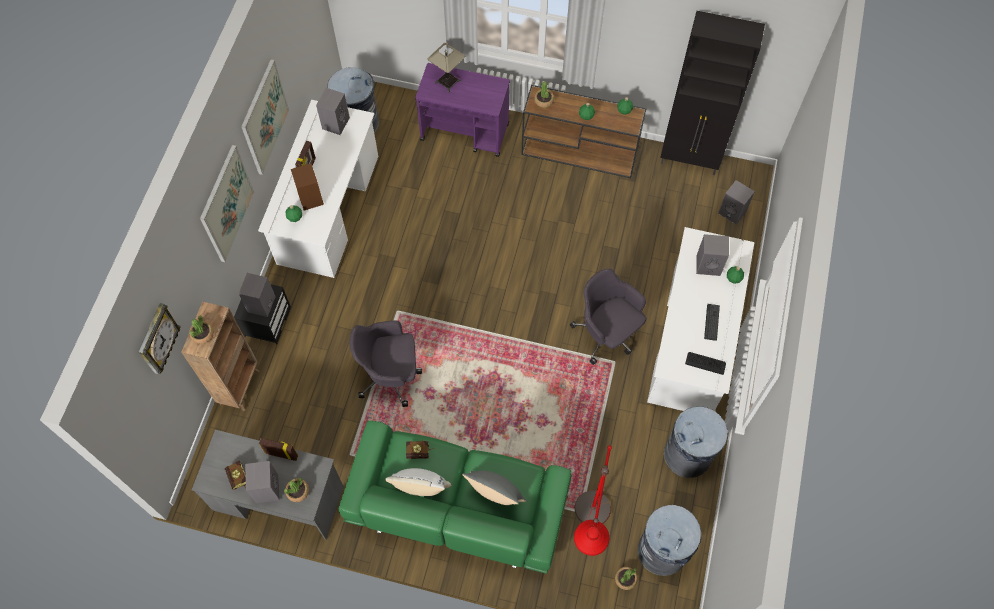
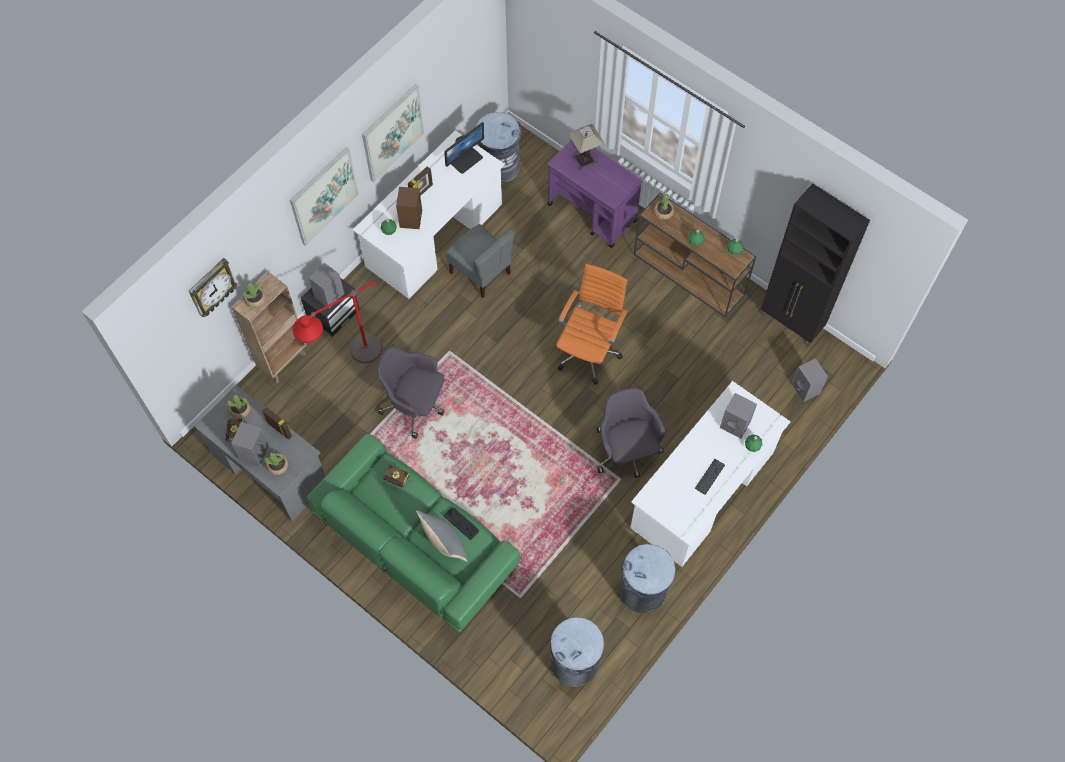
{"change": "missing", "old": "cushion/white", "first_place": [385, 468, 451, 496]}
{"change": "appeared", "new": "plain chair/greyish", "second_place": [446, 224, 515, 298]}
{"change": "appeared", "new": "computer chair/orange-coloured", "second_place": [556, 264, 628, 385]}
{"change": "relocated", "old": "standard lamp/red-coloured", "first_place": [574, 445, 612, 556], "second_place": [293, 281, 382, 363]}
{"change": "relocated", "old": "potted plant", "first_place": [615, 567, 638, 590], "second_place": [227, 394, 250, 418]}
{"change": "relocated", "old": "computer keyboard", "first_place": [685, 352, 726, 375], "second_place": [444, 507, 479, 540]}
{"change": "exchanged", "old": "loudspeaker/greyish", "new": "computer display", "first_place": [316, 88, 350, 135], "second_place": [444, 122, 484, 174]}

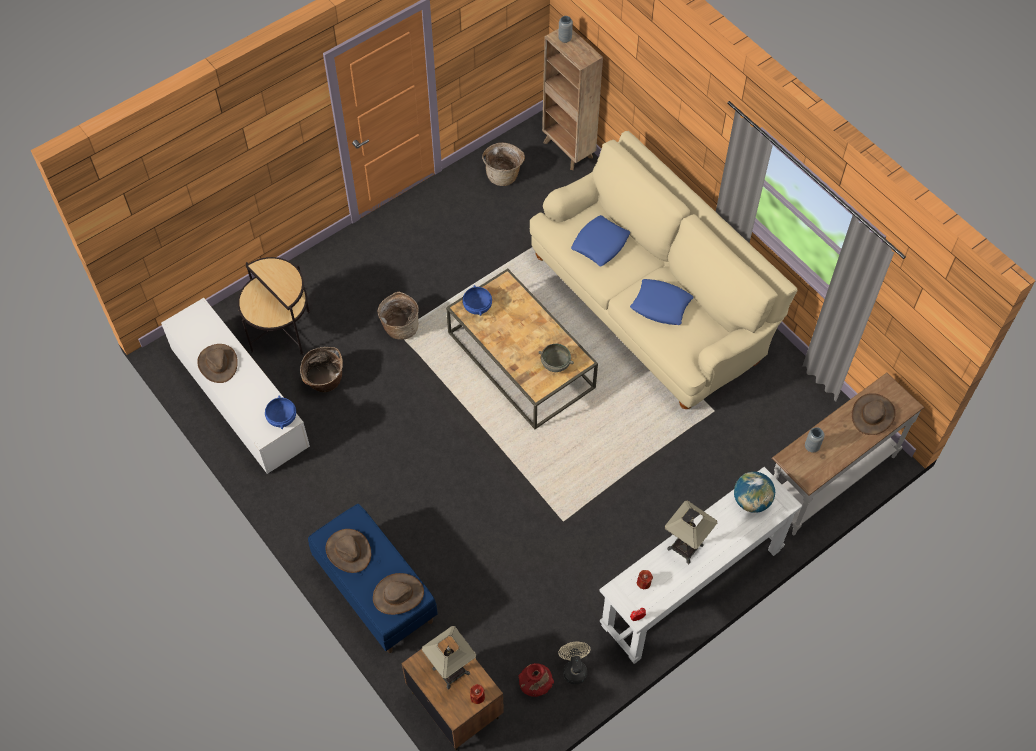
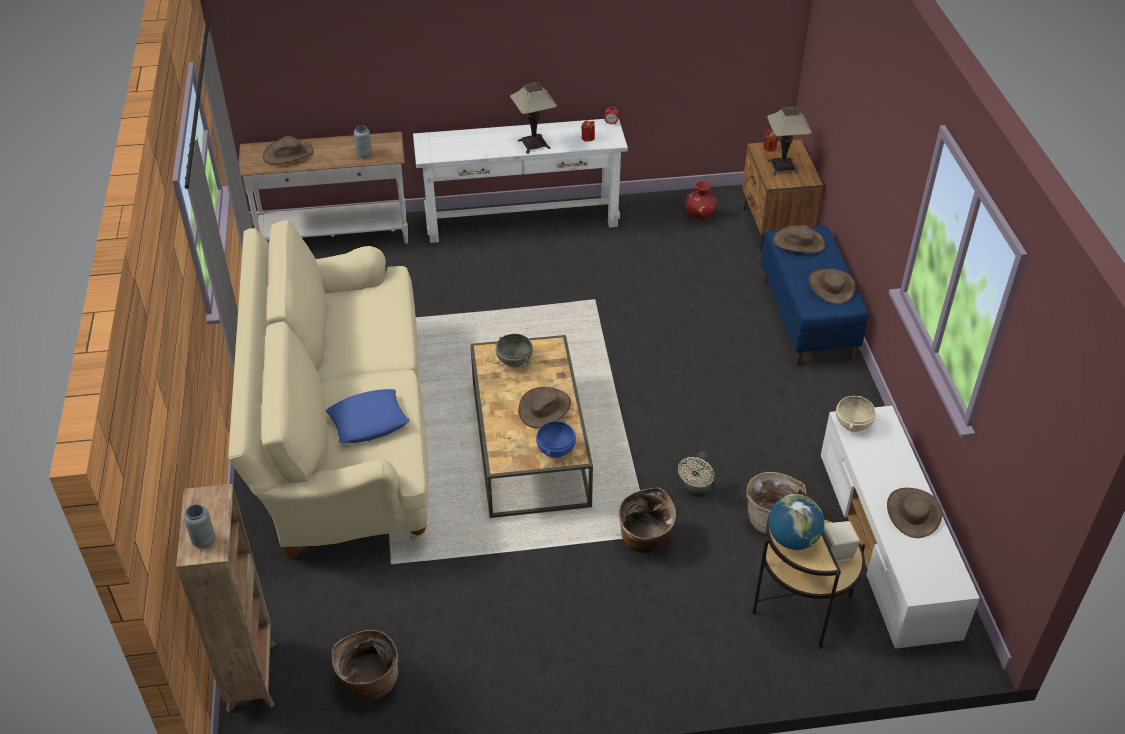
{"change": "missing", "old": "cushion/bluish", "first_place": [630, 279, 693, 325]}
{"change": "appeared", "new": "clothing hat/brown-coloured", "second_place": [518, 387, 571, 428]}
{"change": "appeared", "new": "loudspeaker/beige", "second_place": [823, 521, 860, 563]}
{"change": "relocated", "old": "cooling fan/beige", "first_place": [558, 642, 590, 684], "second_place": [678, 451, 714, 497]}
{"change": "relocated", "old": "desk globe", "first_place": [734, 472, 775, 513], "second_place": [769, 494, 824, 550]}
{"change": "colour", "old": "serving bowl/bluish", "new": "serving bowl/beige", "first_place": [265, 395, 296, 429], "second_place": [836, 396, 876, 432]}

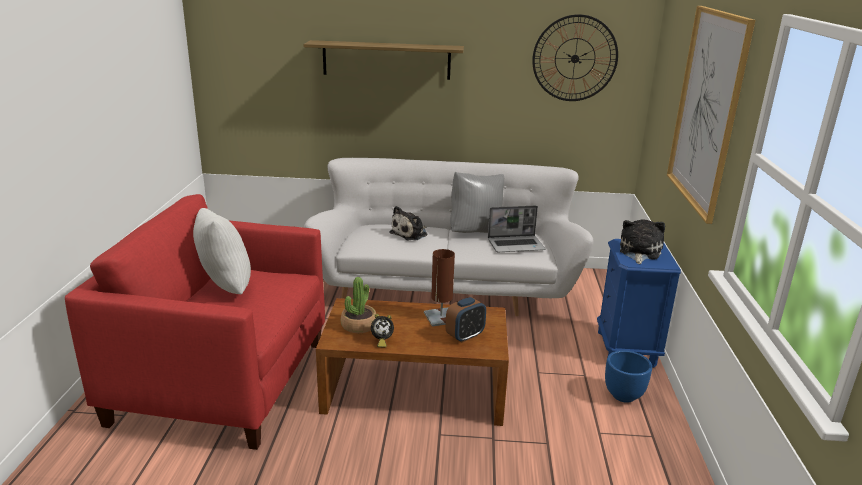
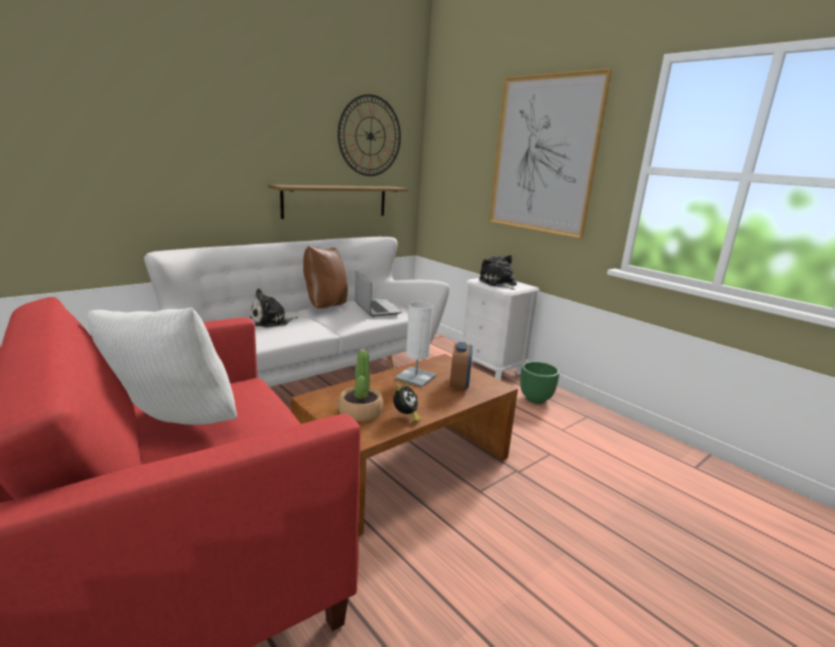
{"change": "relocated", "old": "wall shelf", "first_place": [303, 40, 464, 80], "second_place": [268, 185, 408, 219]}
{"change": "colour", "old": "lamp for a table/brown-coloured", "new": "lamp for a table/white", "first_place": [424, 249, 455, 326], "second_place": [395, 301, 436, 387]}
{"change": "colour", "old": "cushion/greyish", "new": "cushion/brown-coloured", "first_place": [450, 172, 504, 233], "second_place": [303, 246, 348, 308]}
{"change": "colour", "old": "bedside table/bluish", "new": "bedside table/white", "first_place": [597, 239, 681, 368], "second_place": [463, 278, 540, 380]}
{"change": "colour", "old": "flower pot/bluish", "new": "flower pot/green", "first_place": [605, 350, 652, 403], "second_place": [520, 361, 560, 404]}
{"change": "spun", "old": "soft toy", "first_place": [389, 206, 427, 241], "second_place": [250, 288, 298, 327], "degrees": 60}
{"change": "spun", "old": "portable computer", "first_place": [488, 205, 545, 252], "second_place": [355, 271, 402, 317], "degrees": -60}

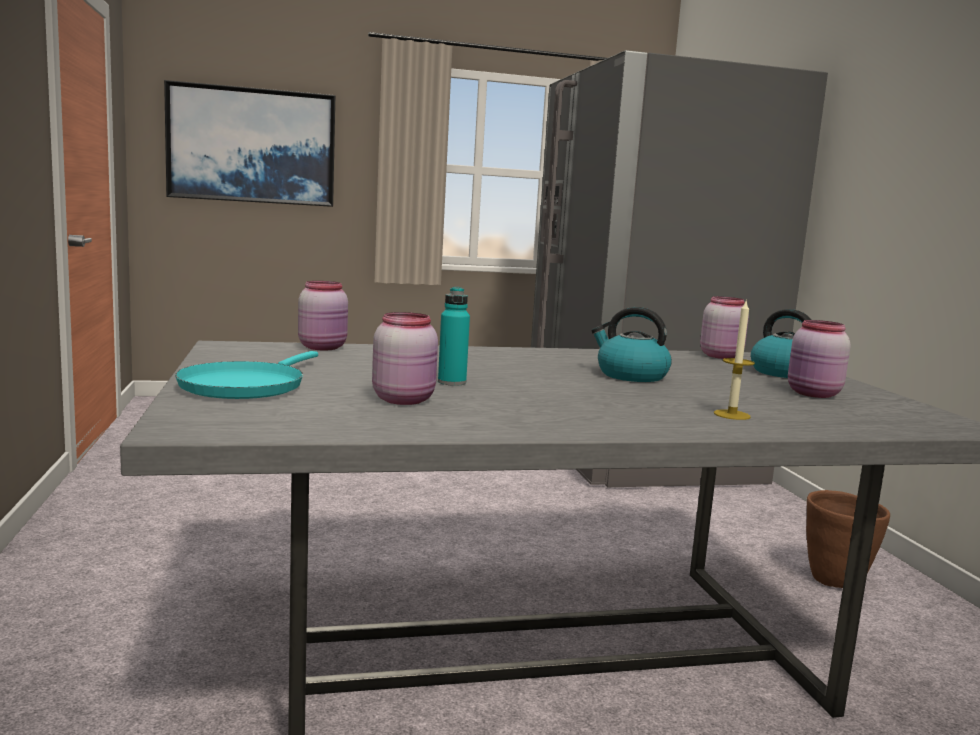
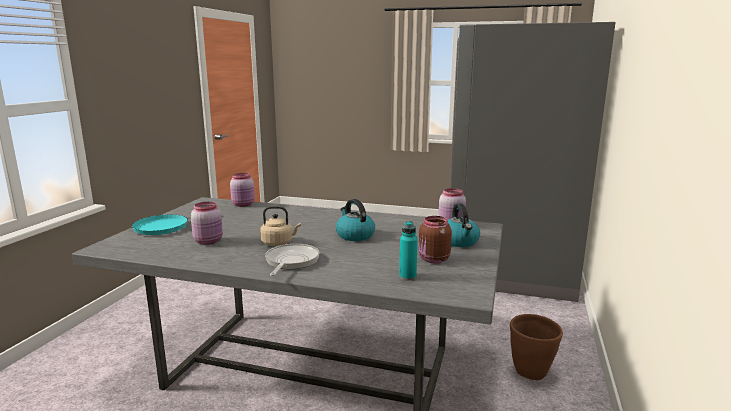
{"change": "missing", "old": "wall art", "first_place": [164, 80, 336, 207]}
{"change": "missing", "old": "wax candle", "first_place": [714, 299, 755, 420]}
{"change": "appeared", "new": "kettle/beige", "second_place": [260, 206, 301, 246]}
{"change": "appeared", "new": "pan", "second_place": [265, 244, 320, 276]}
{"change": "relocated", "old": "beverage bottle/turquoise", "first_place": [438, 287, 470, 386], "second_place": [399, 221, 418, 280]}
{"change": "colour", "old": "storage jar/pink", "new": "storage jar/brown-coloured", "first_place": [788, 320, 850, 398], "second_place": [419, 216, 452, 263]}

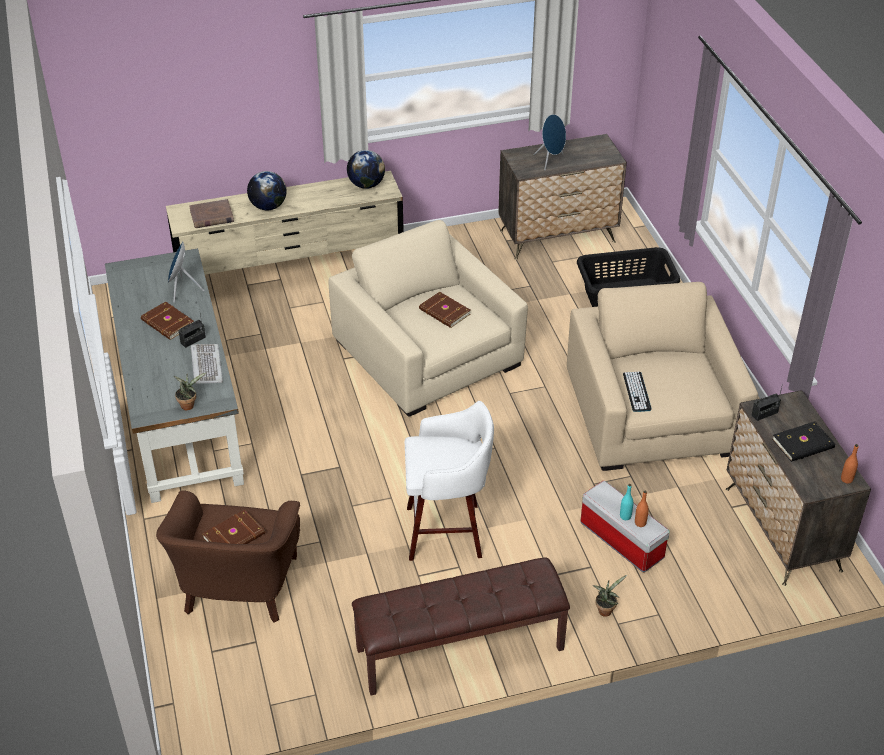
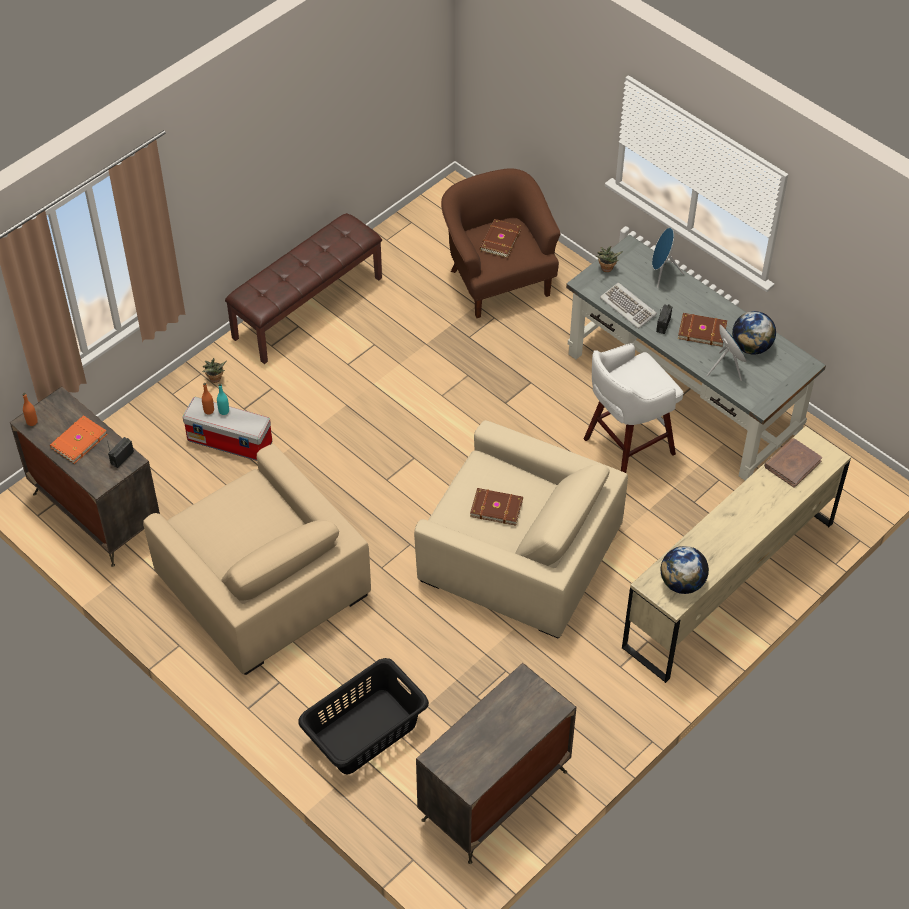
{"change": "missing", "old": "computer keyboard", "first_place": [623, 372, 652, 412]}
{"change": "relocated", "old": "desk globe", "first_place": [247, 171, 287, 210], "second_place": [732, 311, 776, 354]}
{"change": "relocated", "old": "sitting stool/white", "first_place": [405, 401, 494, 561], "second_place": [584, 343, 683, 473]}
{"change": "relocated", "old": "loudspeaker/bluish", "first_place": [533, 114, 566, 170], "second_place": [652, 227, 685, 288]}
{"change": "colour", "old": "volume/blackish", "new": "volume/orange-coloured", "first_place": [772, 421, 835, 462], "second_place": [50, 415, 107, 464]}

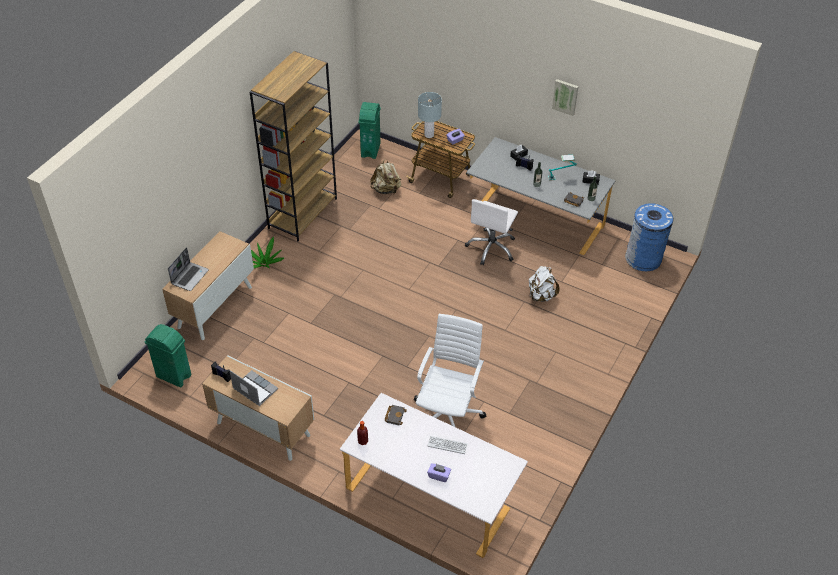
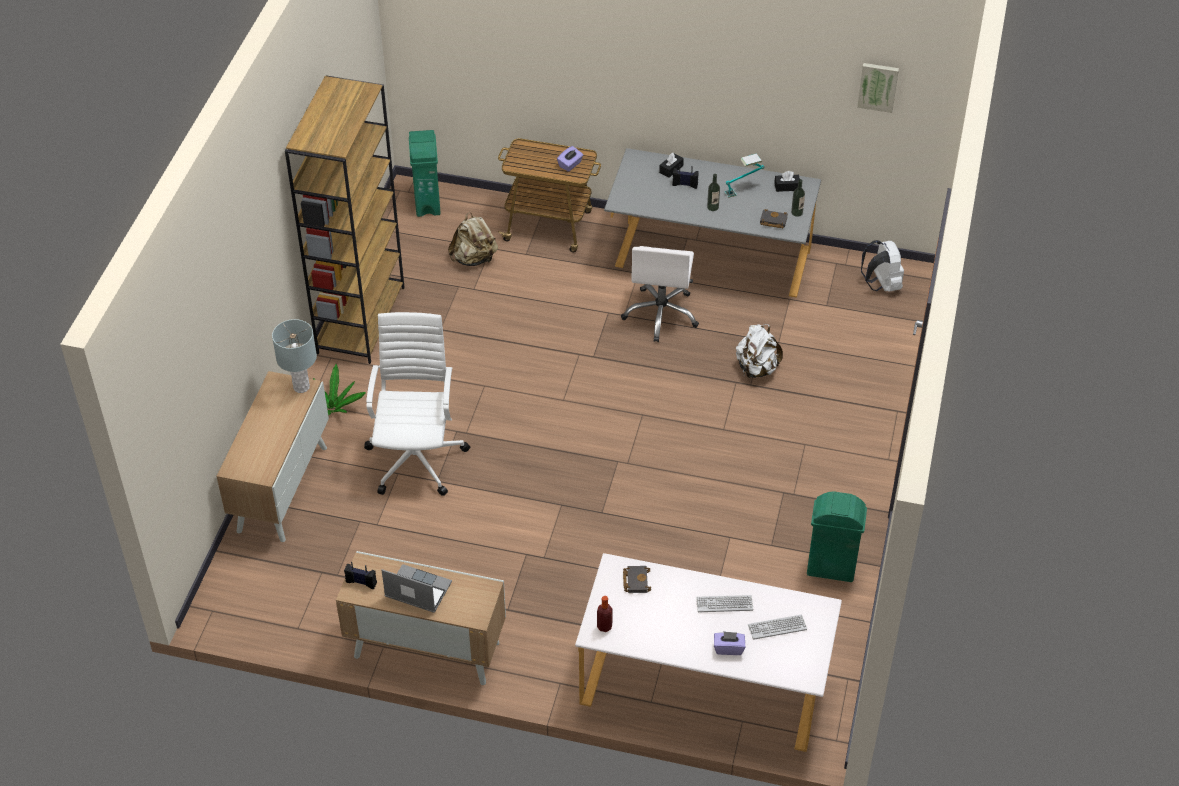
{"change": "missing", "old": "portable computer", "first_place": [168, 247, 209, 291]}
{"change": "appeared", "new": "computer keyboard", "second_place": [748, 615, 807, 640]}
{"change": "relocated", "old": "rubbish bin/green", "first_place": [145, 324, 191, 387], "second_place": [807, 491, 867, 582]}
{"change": "relocated", "old": "computer chair/white", "first_place": [414, 314, 487, 427], "second_place": [364, 312, 470, 496]}
{"change": "relocated", "old": "lamp for a table/greyish", "first_place": [418, 92, 442, 138], "second_place": [272, 319, 317, 393]}
{"change": "relocated", "old": "wall art", "first_place": [552, 79, 578, 116], "second_place": [857, 63, 899, 113]}
{"change": "exchanged", "old": "rubbish bin/bluish", "new": "backpack/white", "first_place": [625, 203, 673, 271], "second_place": [861, 240, 904, 292]}

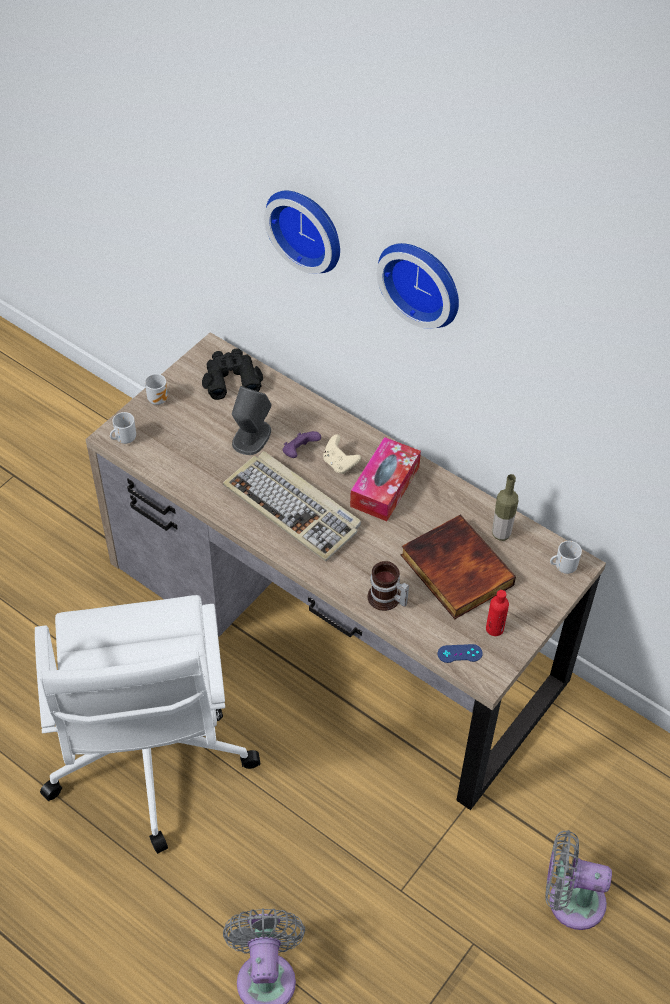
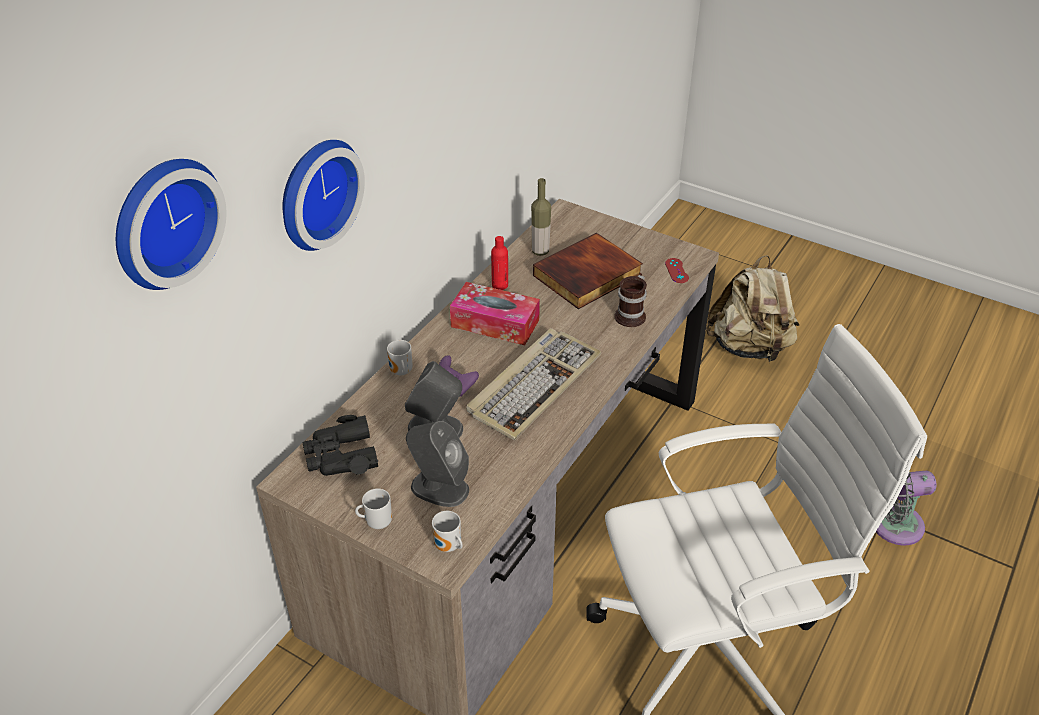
{"change": "missing", "old": "game controller/beige", "first_place": [323, 434, 361, 474]}
{"change": "appeared", "new": "loudspeaker/greyish", "second_place": [406, 421, 469, 507]}
{"change": "relocated", "old": "hanging clock", "first_place": [377, 243, 459, 329], "second_place": [116, 159, 226, 290]}
{"change": "relocated", "old": "beverage bottle/red-coloured", "first_place": [486, 590, 509, 636], "second_place": [491, 236, 508, 290]}
{"change": "relocated", "old": "coffee mug", "first_place": [550, 541, 582, 574], "second_place": [387, 340, 413, 376]}
{"change": "exchanged", "old": "cooling fan/greyish", "new": "backpack/beige", "first_place": [546, 830, 612, 930], "second_place": [706, 255, 799, 362]}
{"change": "colour", "old": "game controller/bluish", "new": "game controller/red-coloured", "first_place": [438, 644, 483, 663], "second_place": [665, 258, 689, 283]}

